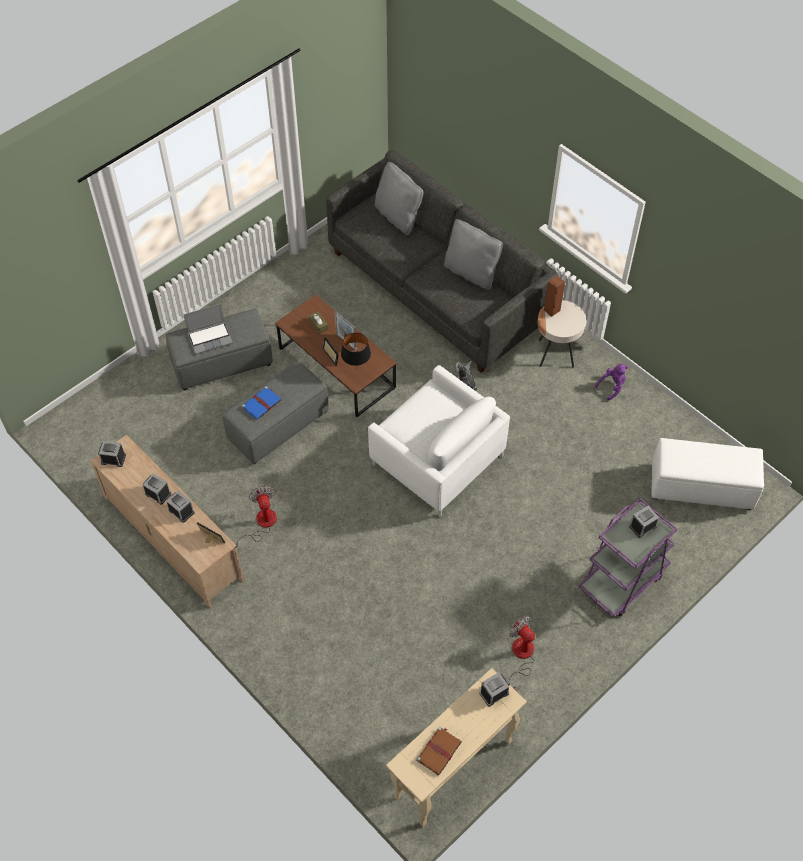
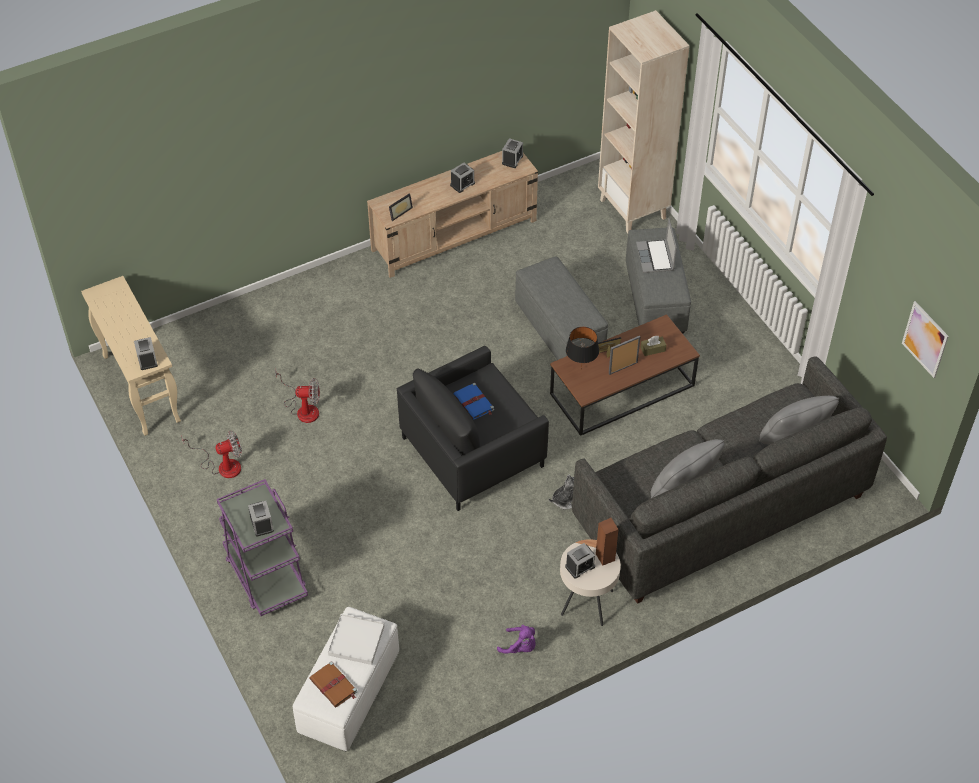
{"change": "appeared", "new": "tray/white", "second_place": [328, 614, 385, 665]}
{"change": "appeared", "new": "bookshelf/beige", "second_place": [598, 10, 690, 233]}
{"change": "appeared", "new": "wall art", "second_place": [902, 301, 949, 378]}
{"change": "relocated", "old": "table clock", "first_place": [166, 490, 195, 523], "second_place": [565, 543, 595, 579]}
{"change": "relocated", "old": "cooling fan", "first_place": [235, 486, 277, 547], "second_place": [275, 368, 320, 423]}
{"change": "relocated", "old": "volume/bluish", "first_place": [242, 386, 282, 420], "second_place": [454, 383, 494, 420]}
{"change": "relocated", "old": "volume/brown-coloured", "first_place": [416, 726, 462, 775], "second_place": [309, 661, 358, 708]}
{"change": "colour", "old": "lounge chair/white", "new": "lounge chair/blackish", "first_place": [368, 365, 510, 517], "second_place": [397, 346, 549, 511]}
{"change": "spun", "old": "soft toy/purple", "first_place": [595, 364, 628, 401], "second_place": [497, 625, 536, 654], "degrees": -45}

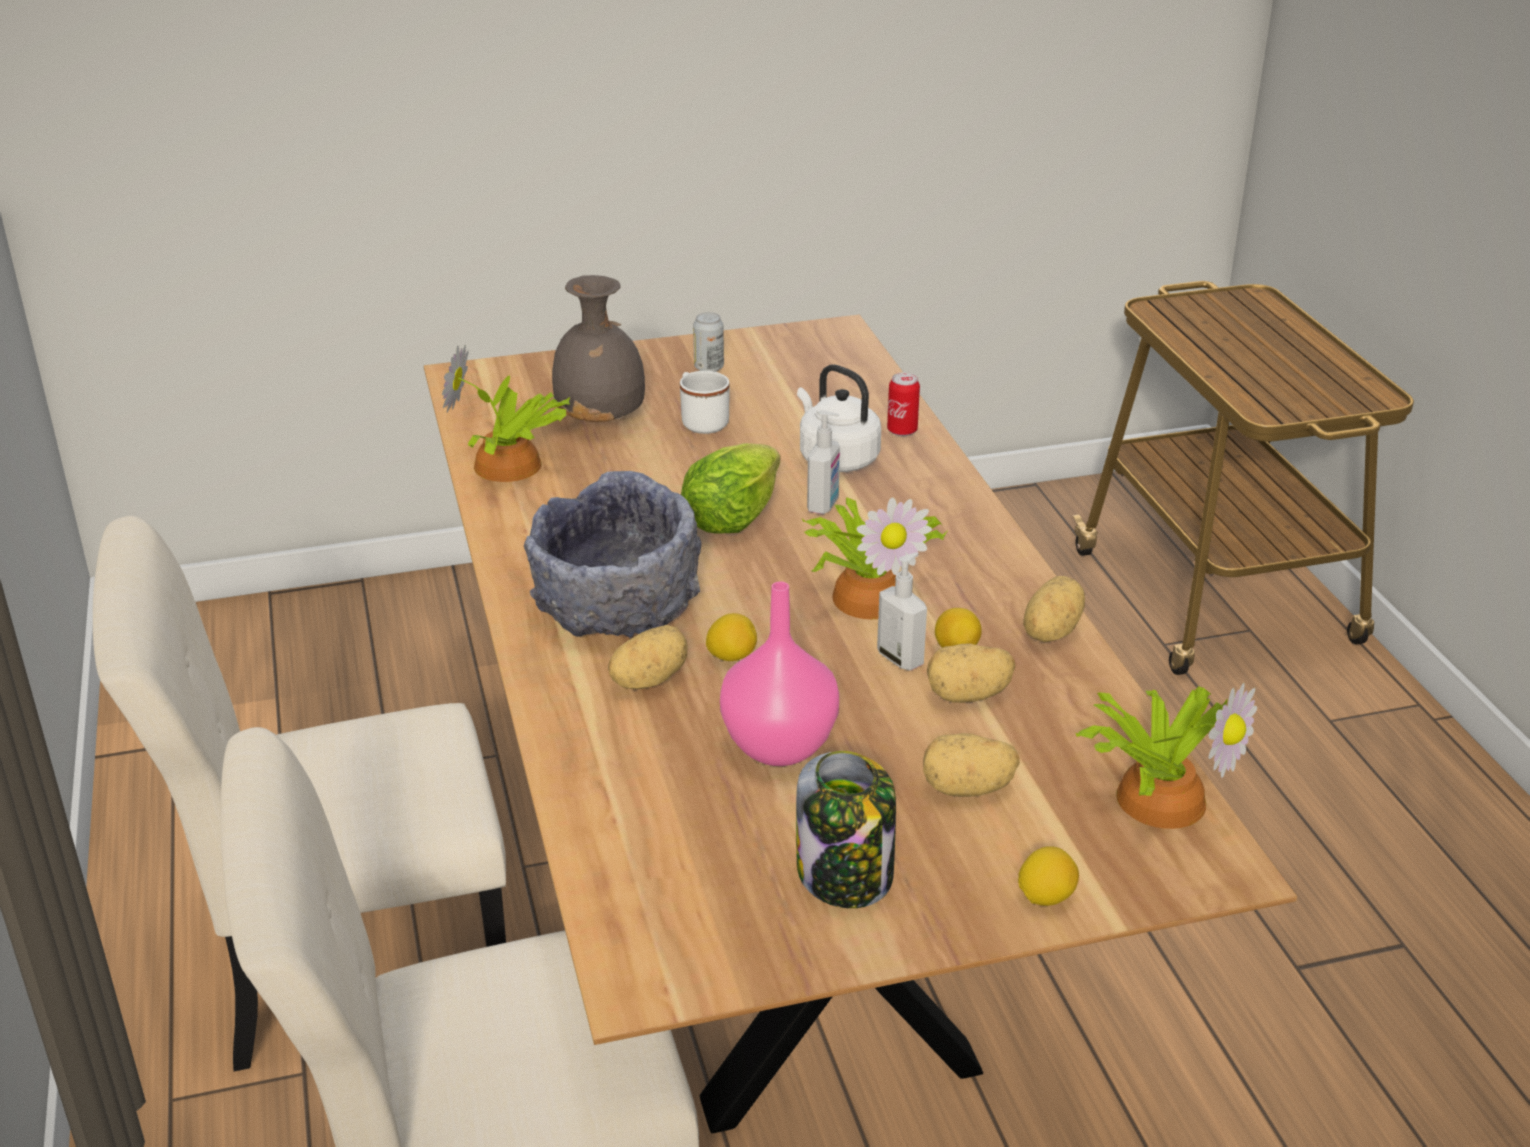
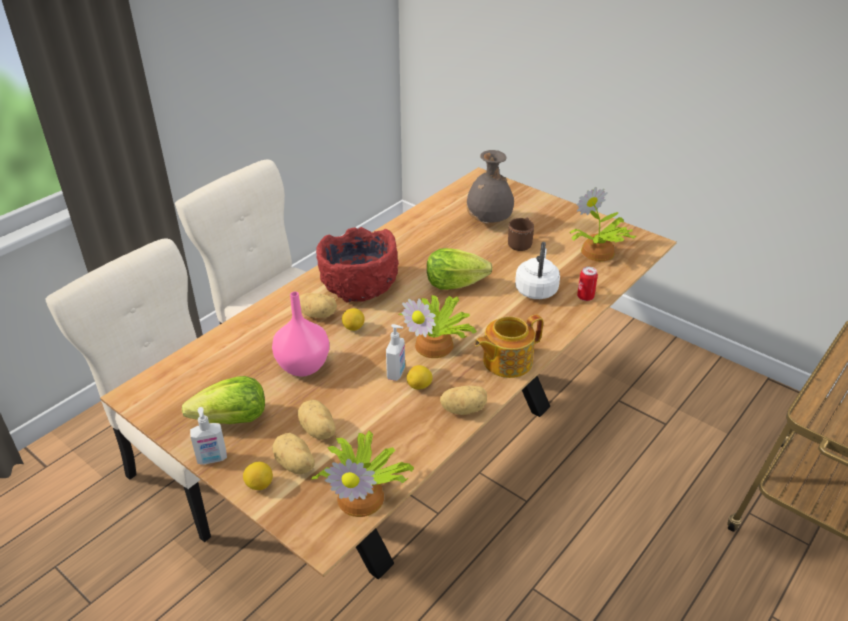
{"change": "missing", "old": "sealed can", "first_place": [693, 312, 724, 372]}
{"change": "appeared", "new": "pot for tea", "second_place": [475, 314, 543, 378]}
{"change": "relocated", "old": "potted plant", "first_place": [442, 345, 570, 482], "second_place": [569, 187, 636, 261]}
{"change": "relocated", "old": "soap bottle", "first_place": [807, 410, 840, 514], "second_place": [190, 407, 227, 465]}
{"change": "relocated", "old": "spud", "first_place": [927, 643, 1015, 703], "second_place": [272, 433, 315, 474]}
{"change": "exchanged", "old": "storage jar", "new": "head of lettuce", "first_place": [796, 751, 896, 908], "second_place": [182, 376, 265, 424]}
{"change": "colour", "old": "serving bowl/greyish", "new": "serving bowl/red-coloured", "first_place": [524, 471, 702, 638], "second_place": [316, 227, 399, 303]}
{"change": "colour", "old": "coffee mug/white", "new": "coffee mug/brown-coloured", "first_place": [680, 371, 729, 434], "second_place": [508, 218, 534, 251]}

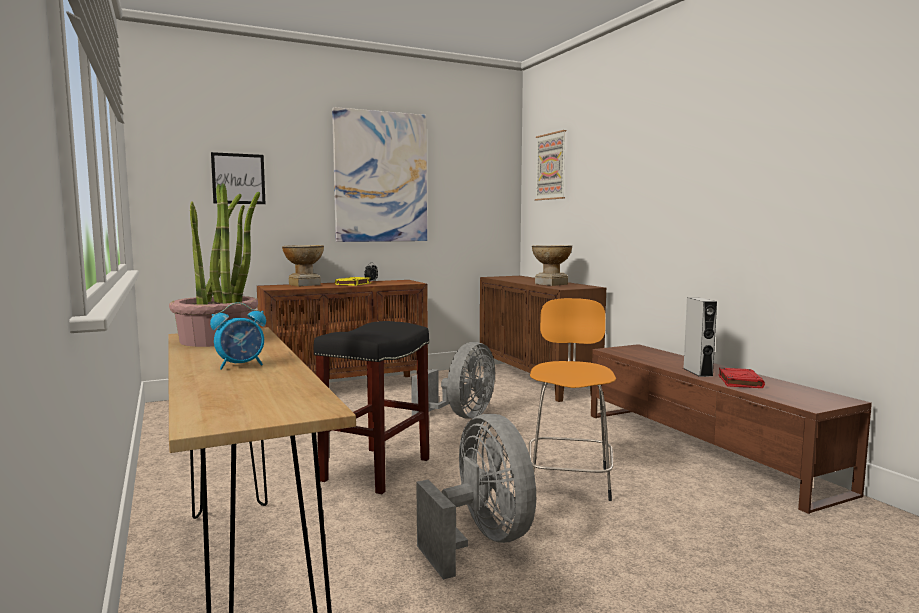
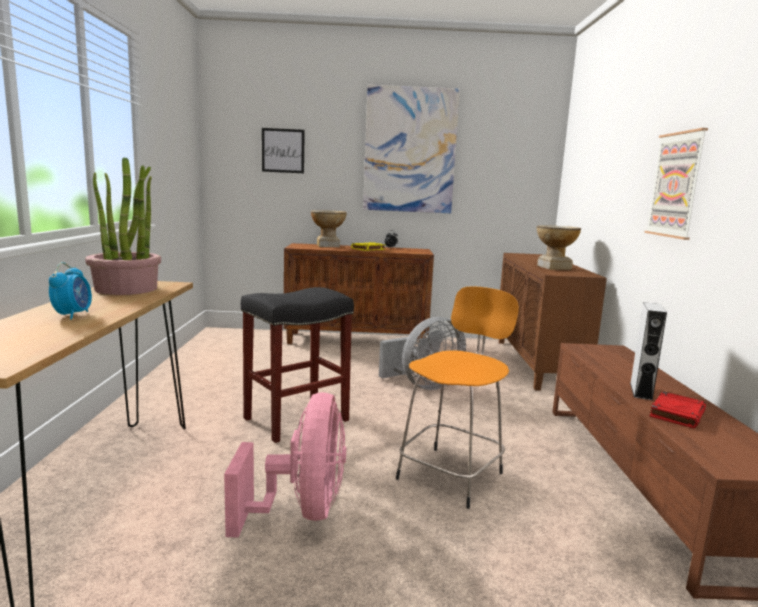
{"change": "relocated", "old": "wall art", "first_place": [535, 130, 566, 200], "second_place": [644, 128, 708, 240]}
{"change": "colour", "old": "cooling fan/greyish", "new": "cooling fan/pink", "first_place": [416, 414, 536, 580], "second_place": [224, 392, 346, 538]}
{"change": "spun", "old": "table clock", "first_place": [210, 303, 266, 370], "second_place": [49, 262, 92, 320], "degrees": -90}

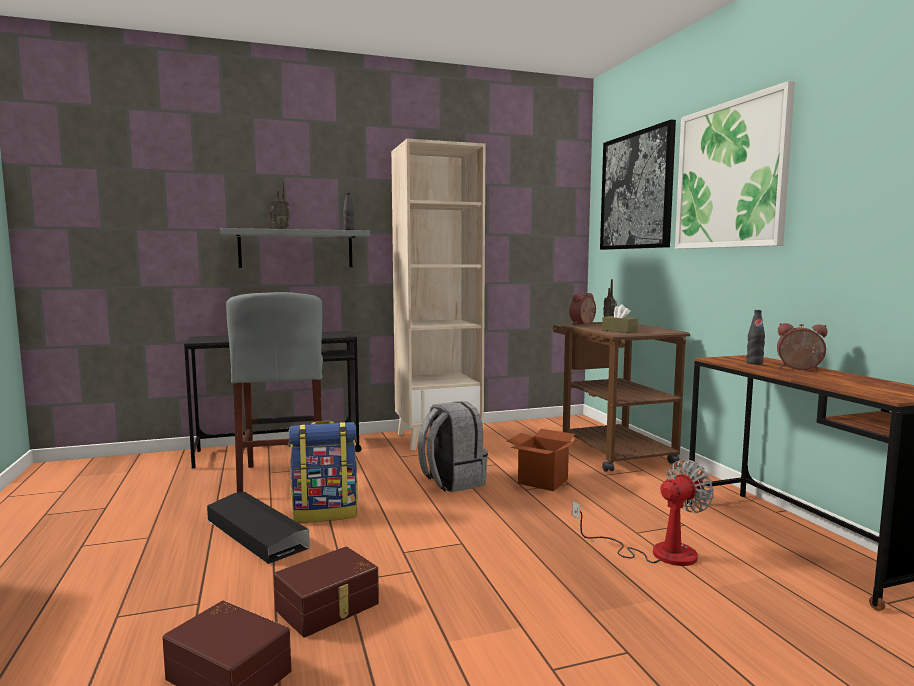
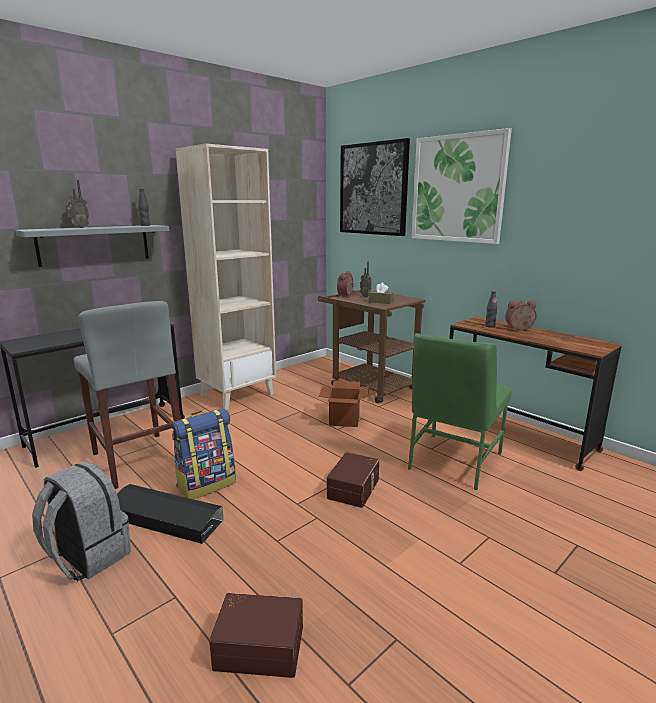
{"change": "relocated", "old": "storage box/brown-coloured", "first_place": [274, 546, 379, 637], "second_place": [327, 452, 379, 508]}
{"change": "relocated", "old": "backpack/greyish", "first_place": [418, 401, 488, 492], "second_place": [32, 461, 131, 582]}
{"change": "exchanged", "old": "cooling fan", "new": "plain chair/green", "first_place": [572, 460, 714, 566], "second_place": [408, 333, 512, 490]}

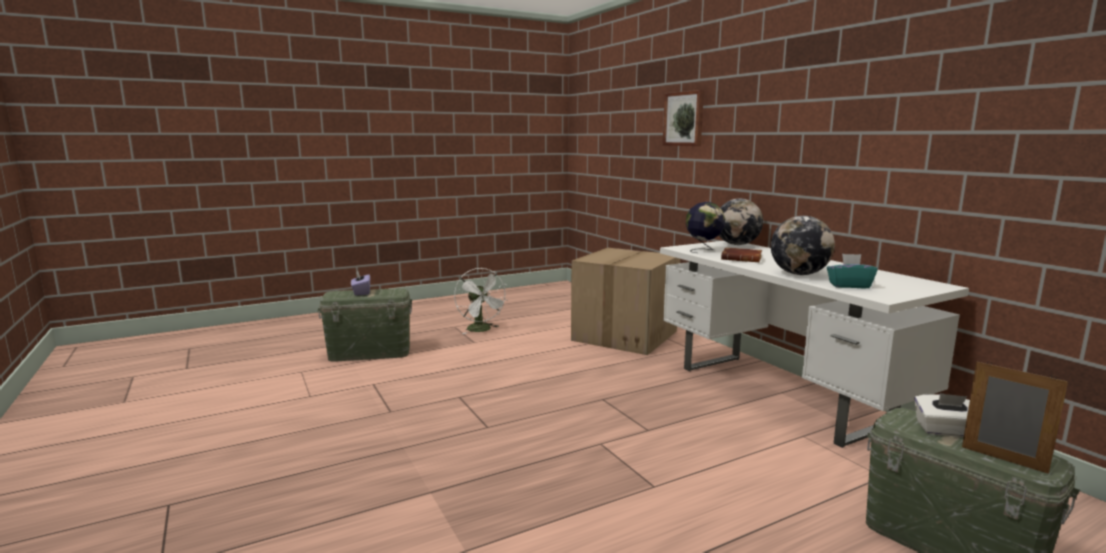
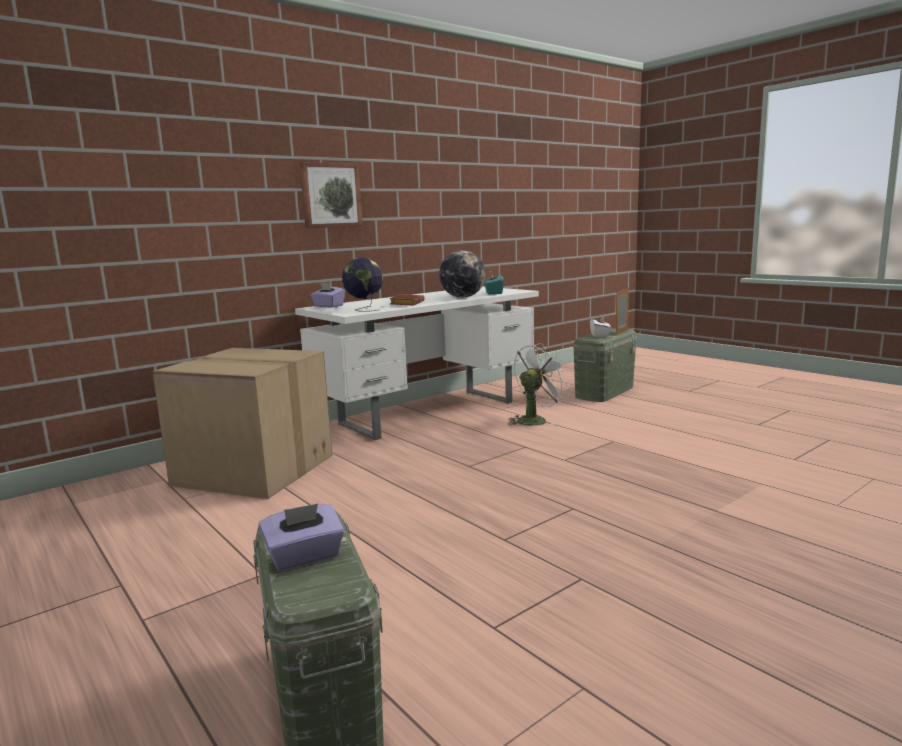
{"change": "relocated", "old": "cooling fan/white", "first_place": [454, 268, 508, 334], "second_place": [508, 343, 569, 426]}
{"change": "relocated", "old": "wall art", "first_place": [663, 90, 704, 146], "second_place": [300, 162, 363, 228]}
{"change": "exchanged", "old": "desk globe", "new": "box of tissues/purple", "first_place": [719, 198, 763, 245], "second_place": [311, 282, 345, 308]}

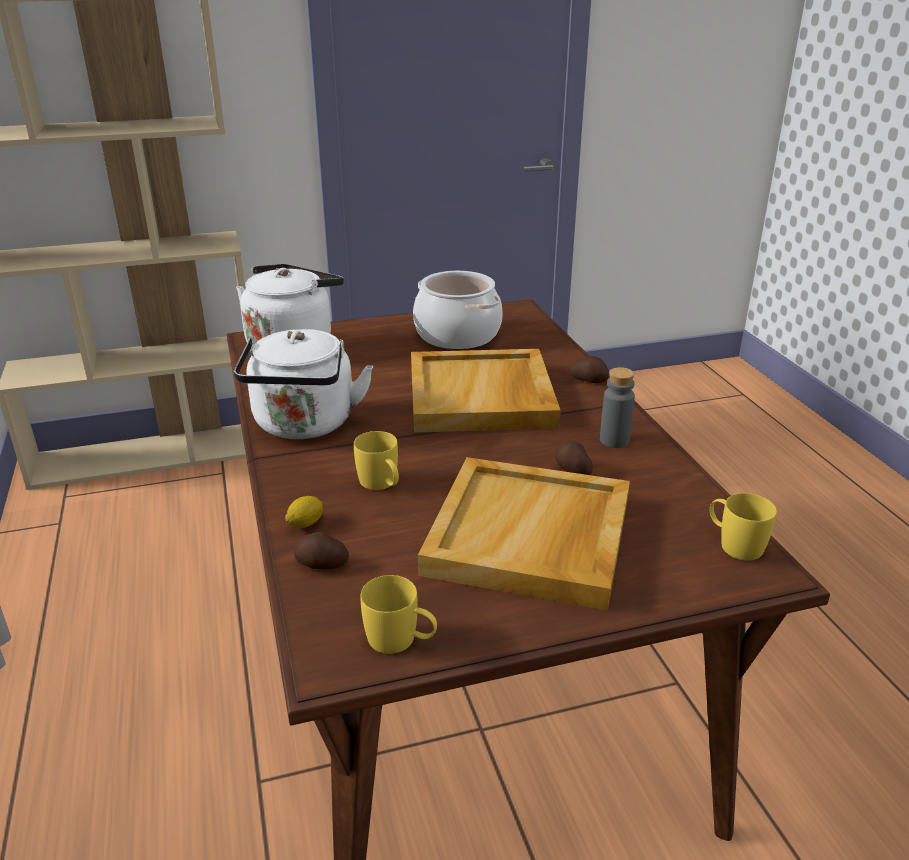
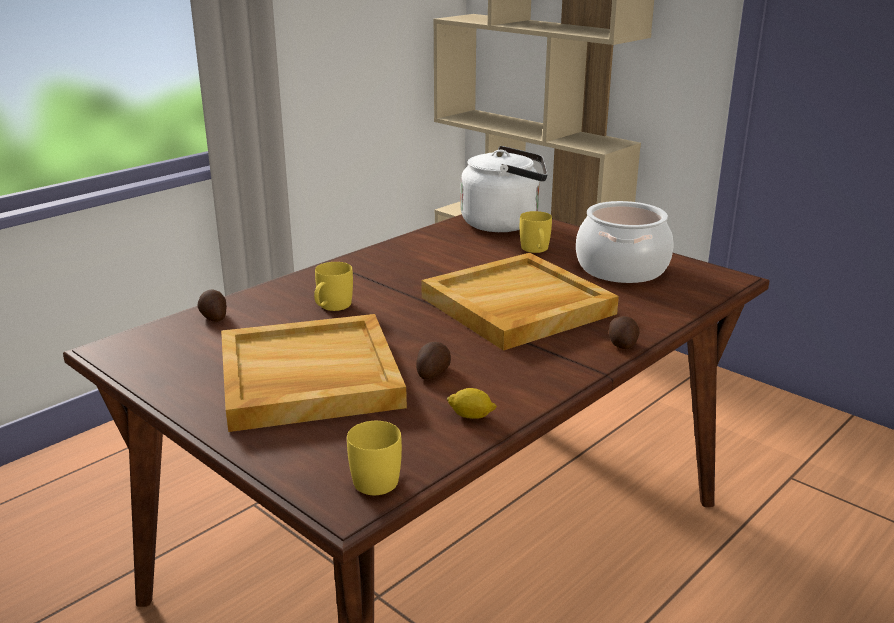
{"change": "missing", "old": "kettle/white", "first_place": [234, 329, 373, 439]}
{"change": "missing", "old": "beverage bottle/greyish", "first_place": [600, 367, 635, 448]}
{"change": "relocated", "old": "lemon", "first_place": [285, 496, 323, 528], "second_place": [447, 388, 497, 419]}
{"change": "relocated", "old": "coffee mug/yellow-coloured", "first_place": [360, 575, 437, 654], "second_place": [520, 211, 552, 253]}

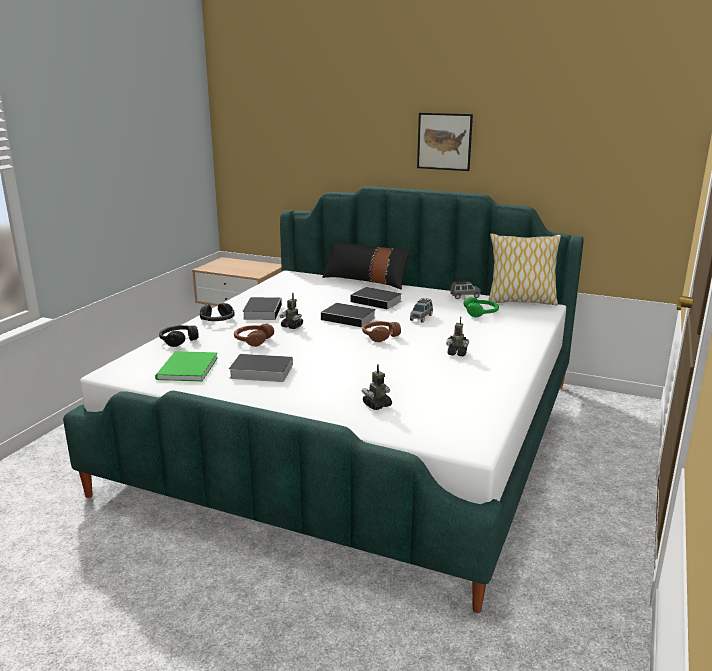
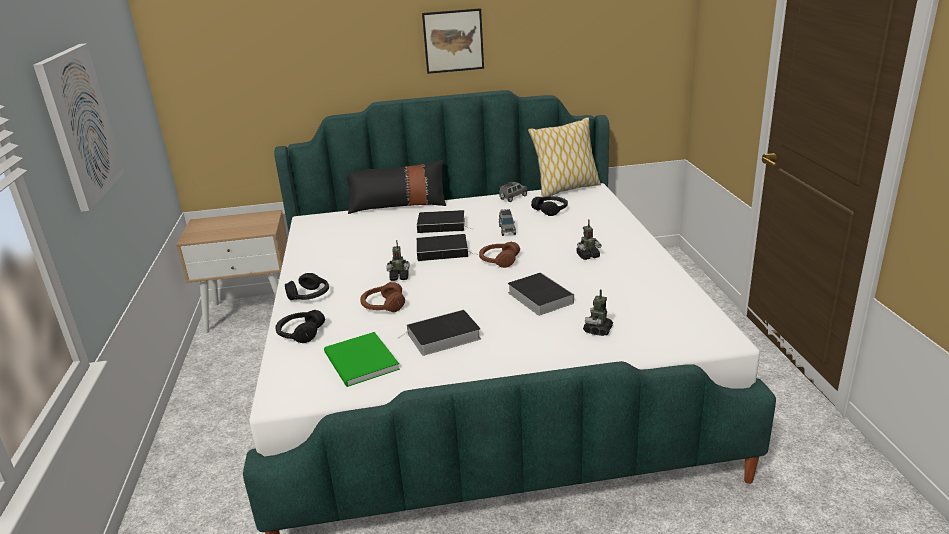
{"change": "appeared", "new": "wall art", "second_place": [33, 43, 124, 212]}
{"change": "relocated", "old": "volume", "first_place": [243, 297, 282, 320], "second_place": [508, 272, 574, 316]}
{"change": "colour", "old": "headset/green", "new": "headset/blackish", "first_place": [463, 297, 499, 317], "second_place": [531, 196, 568, 216]}

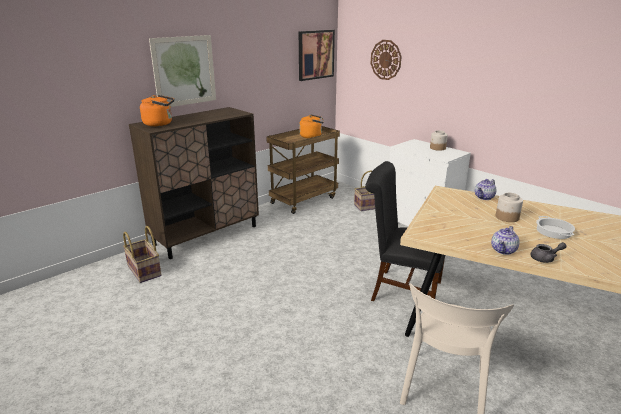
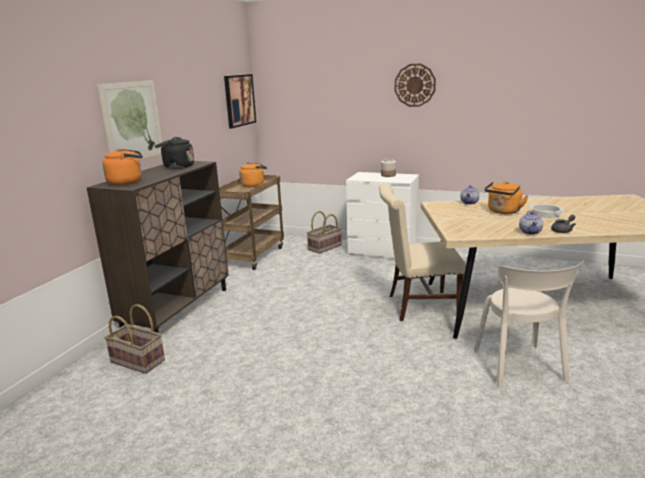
{"change": "appeared", "new": "kettle/blackish", "second_place": [155, 137, 194, 169]}
{"change": "relocated", "old": "hanging clock", "first_place": [371, 40, 402, 80], "second_place": [395, 64, 436, 107]}
{"change": "exchanged", "old": "storage jar", "new": "kettle/orange-coloured", "first_place": [496, 193, 523, 222], "second_place": [484, 181, 529, 214]}
{"change": "colour", "old": "plain chair/blackish", "new": "plain chair/beige", "first_place": [365, 161, 445, 301], "second_place": [379, 184, 466, 321]}

